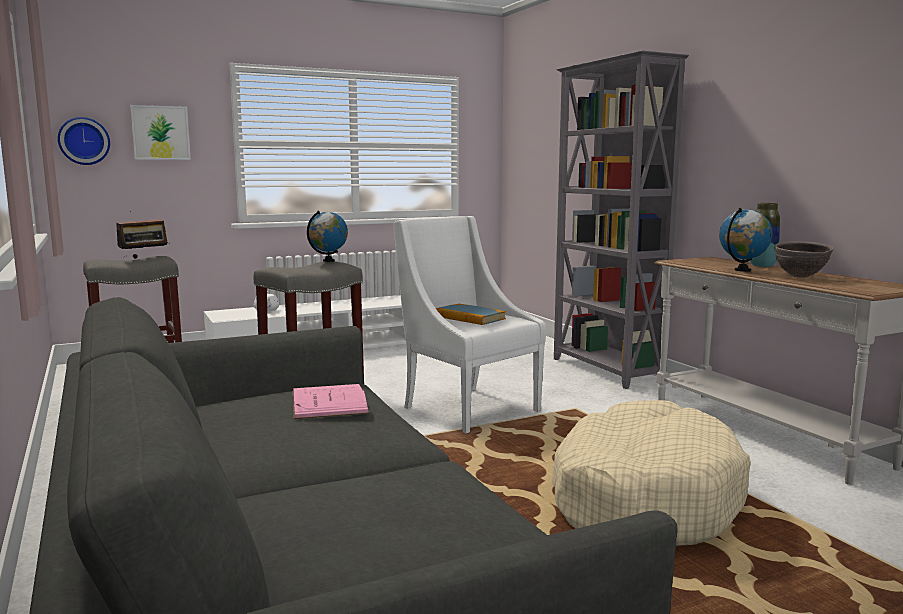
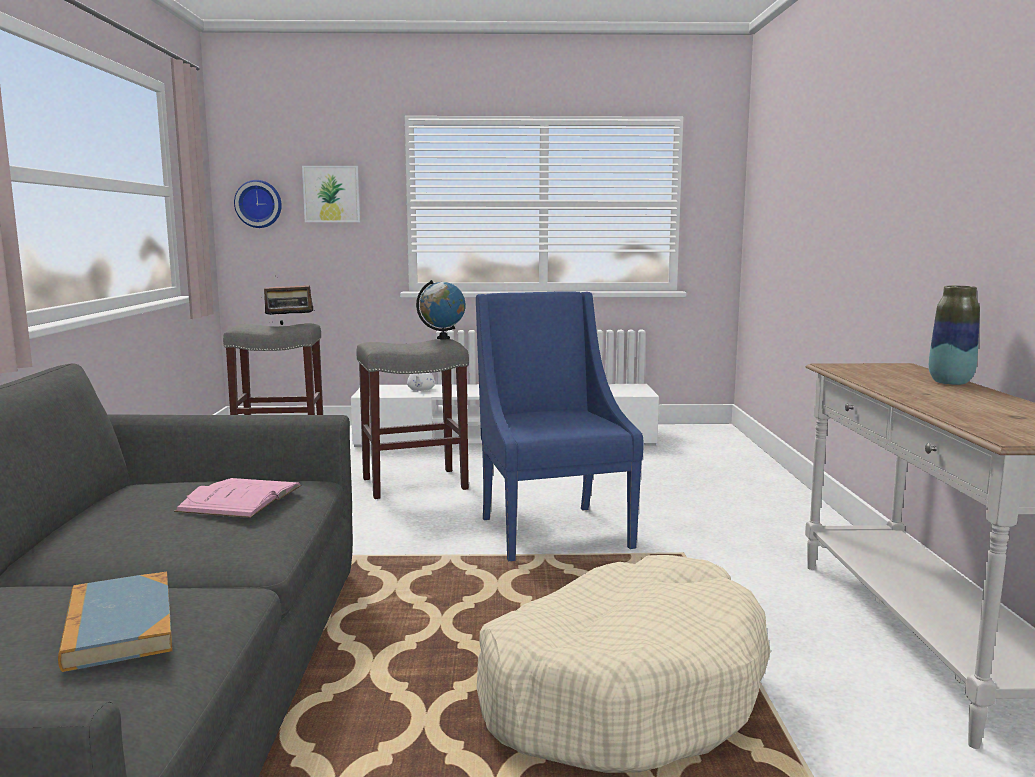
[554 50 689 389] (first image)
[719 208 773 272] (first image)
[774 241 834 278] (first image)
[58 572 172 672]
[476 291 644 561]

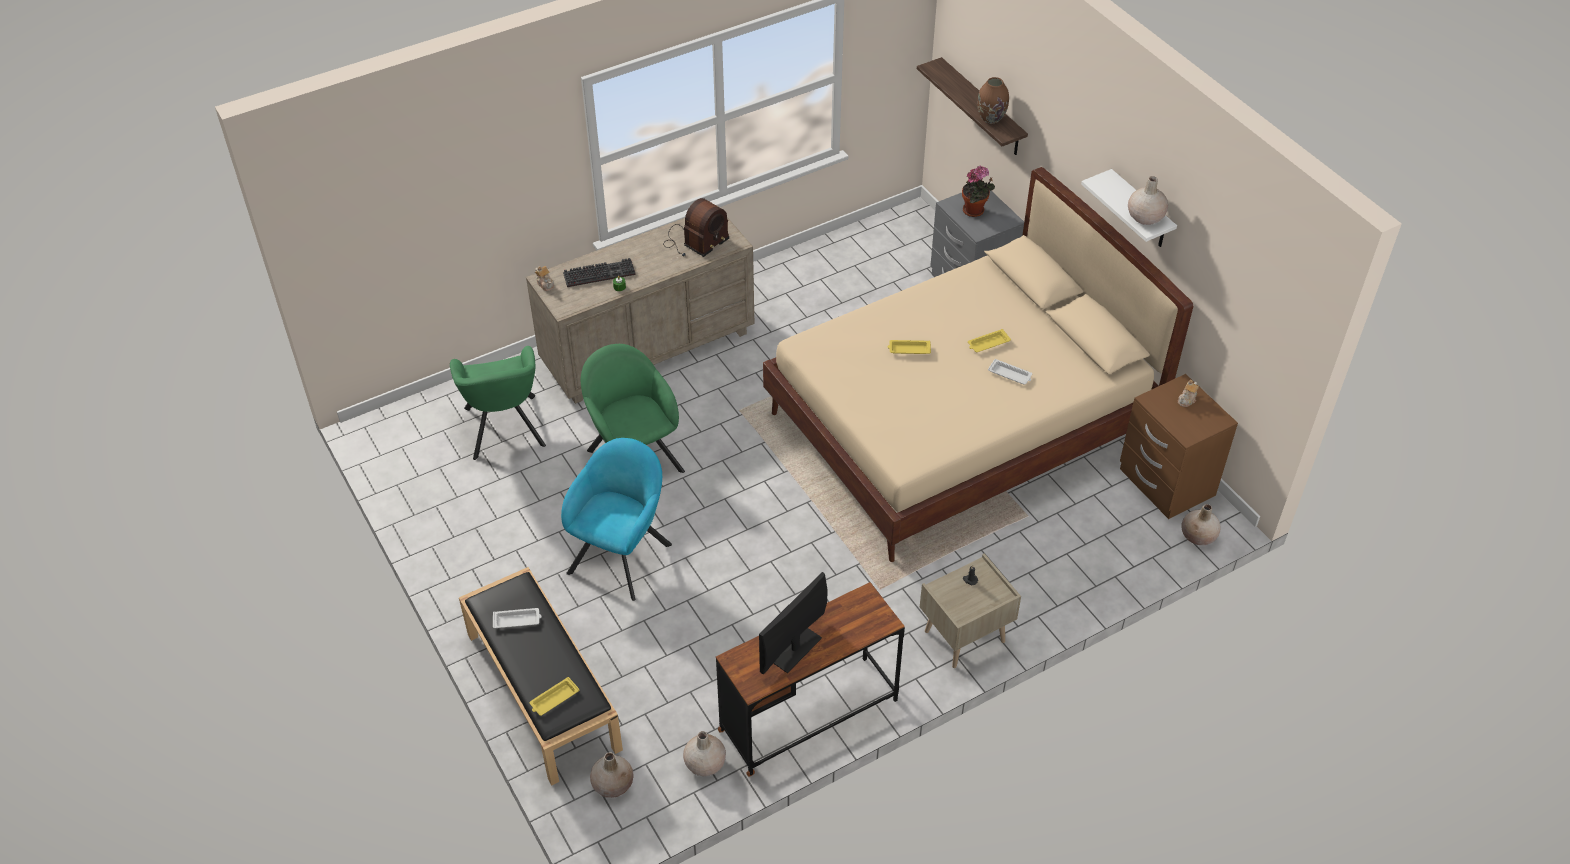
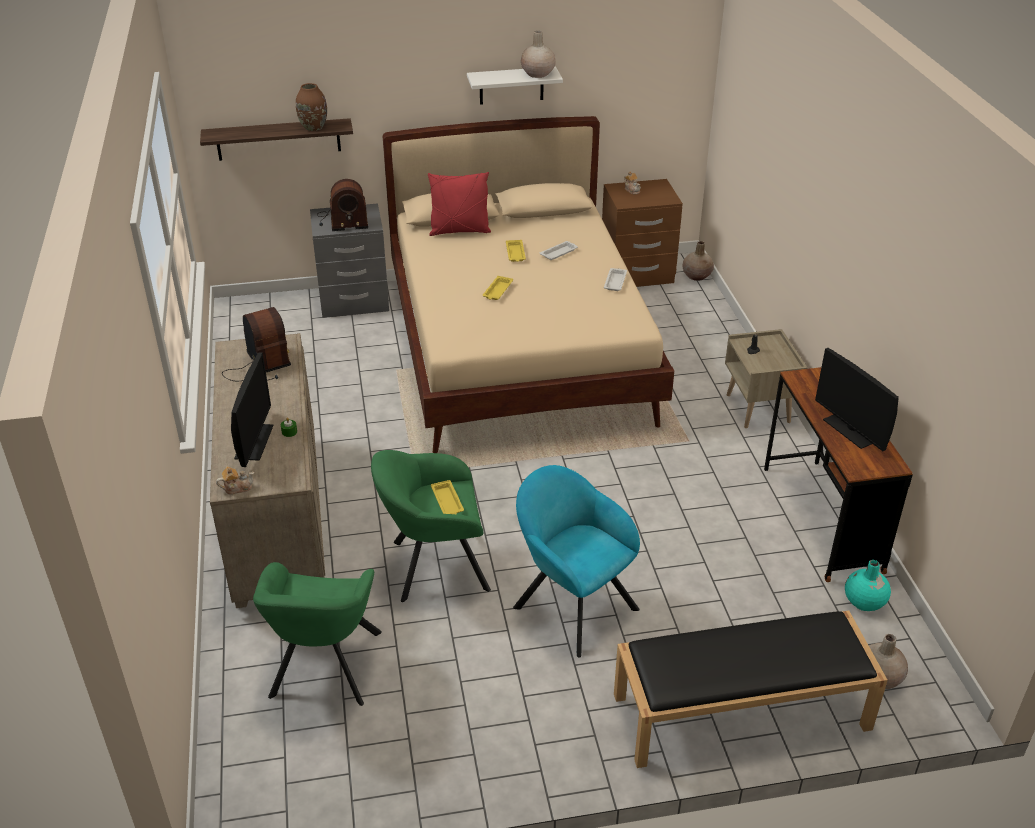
[428 172 491 236]
[604 268 627 291]
[431 480 464 514]
[231 352 274 467]
[317 179 368 231]
[845 560 891 611]
[253 562 381 706]

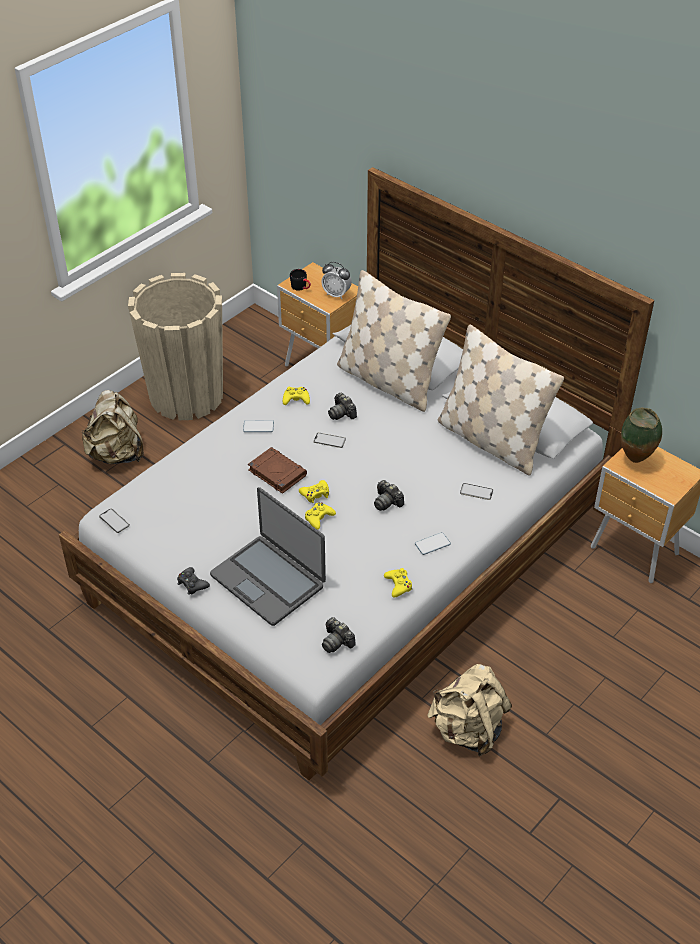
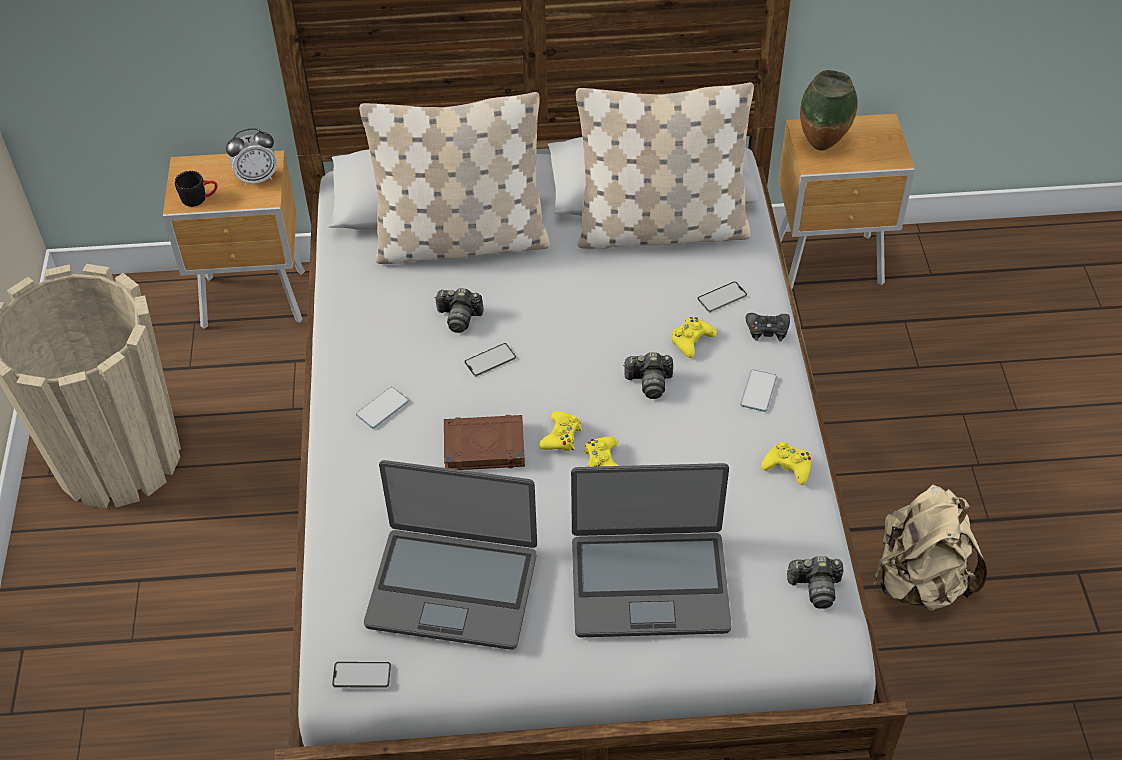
[82 390 144 464] (first image)
[364 460 537 650]
[746 313 790 341]
[671 317 717 358]

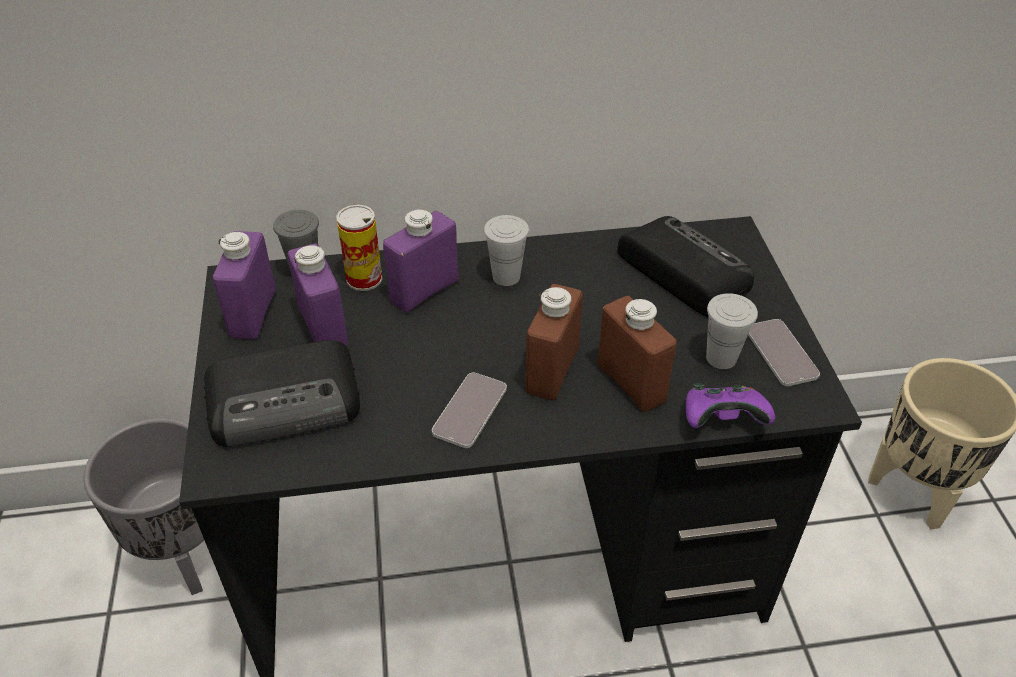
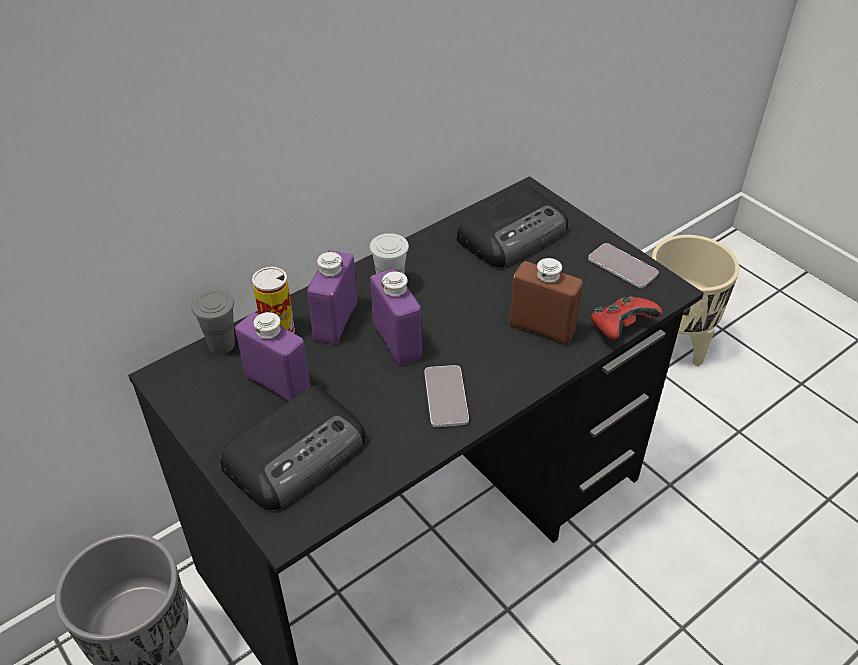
[525 284 583 400] (first image)
[706 293 758 369] (first image)
[370 269 422 366]
[590 296 663 339]
[457 185 568 267]

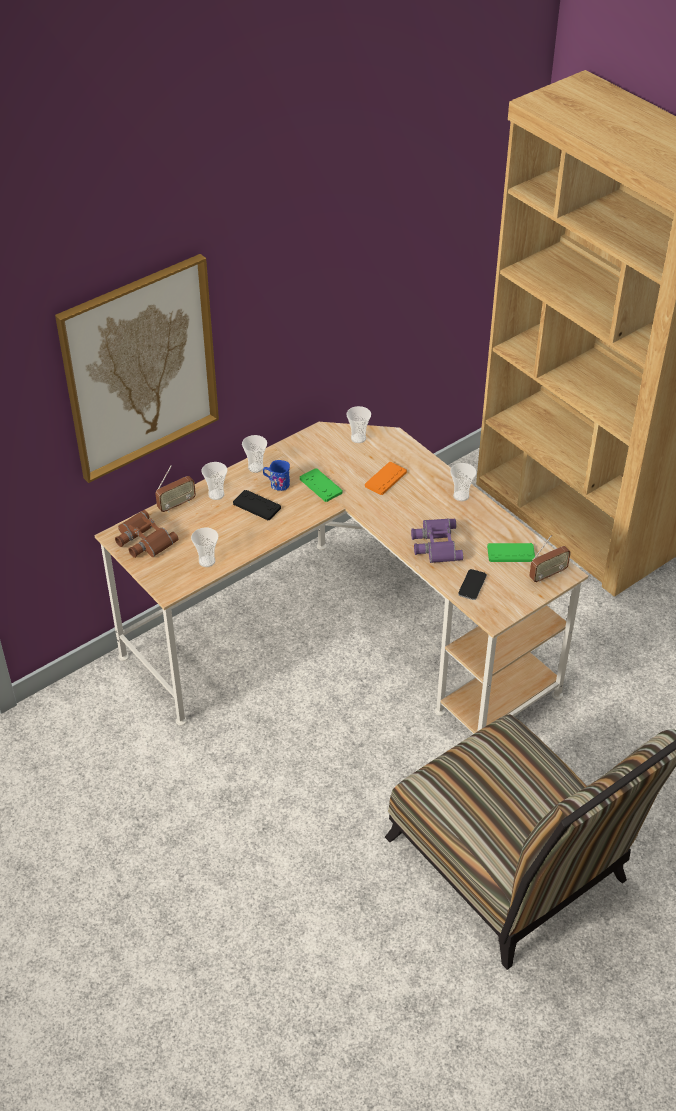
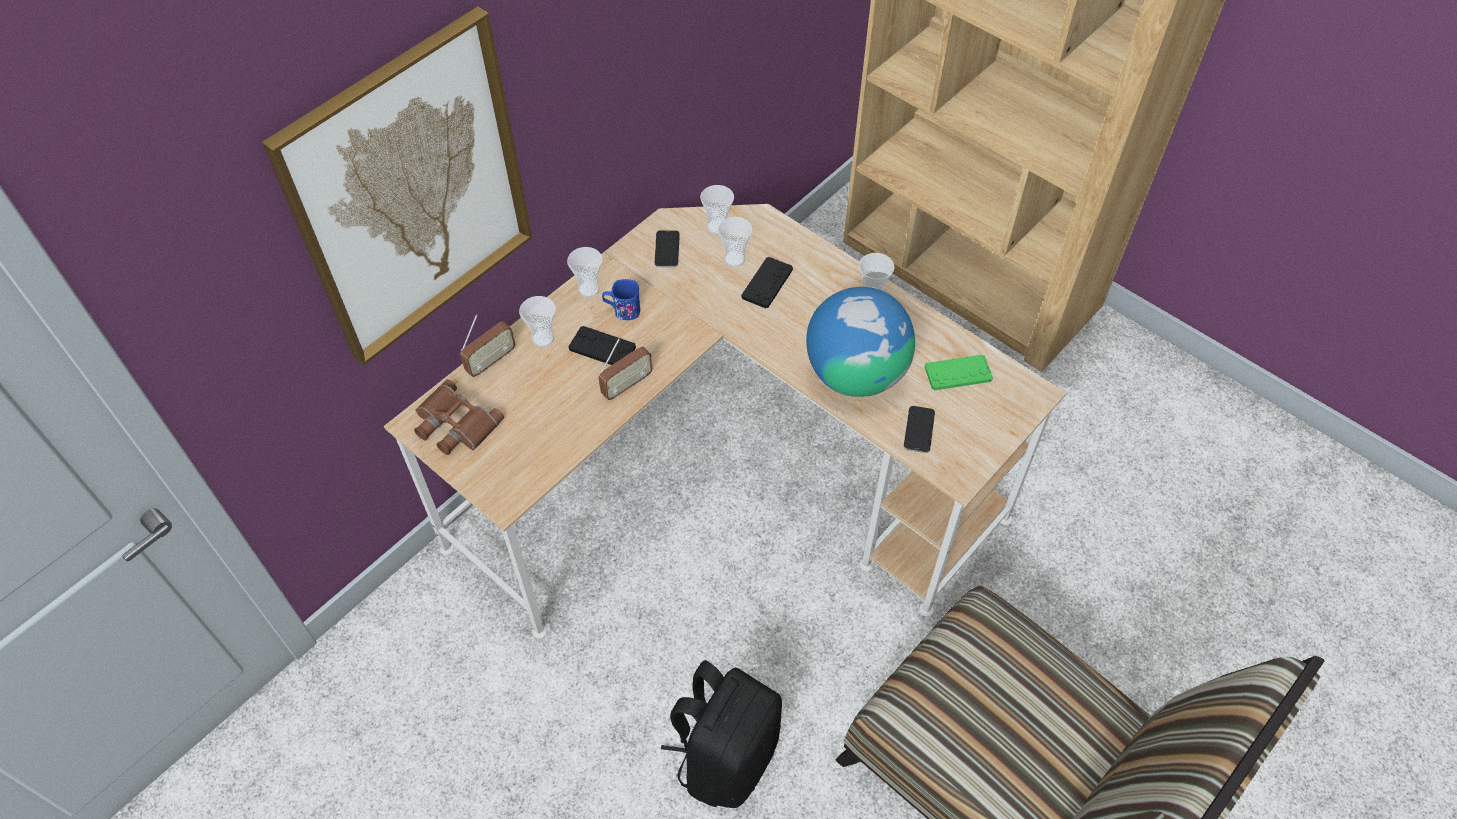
[300 468 343 502] (first image)
[654 230 680 267]
[661 660 782 808]
[718 217 752 267]
[598 338 652 400]
[806 287 915 397]
[742 257 793 308]

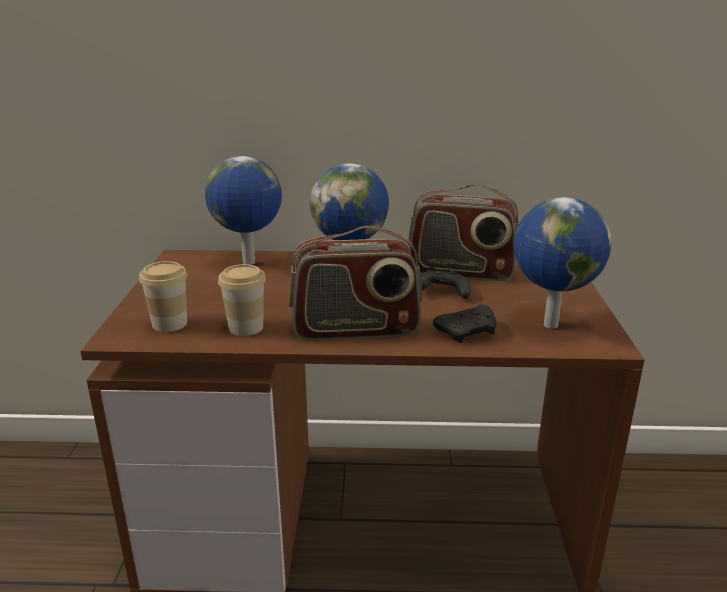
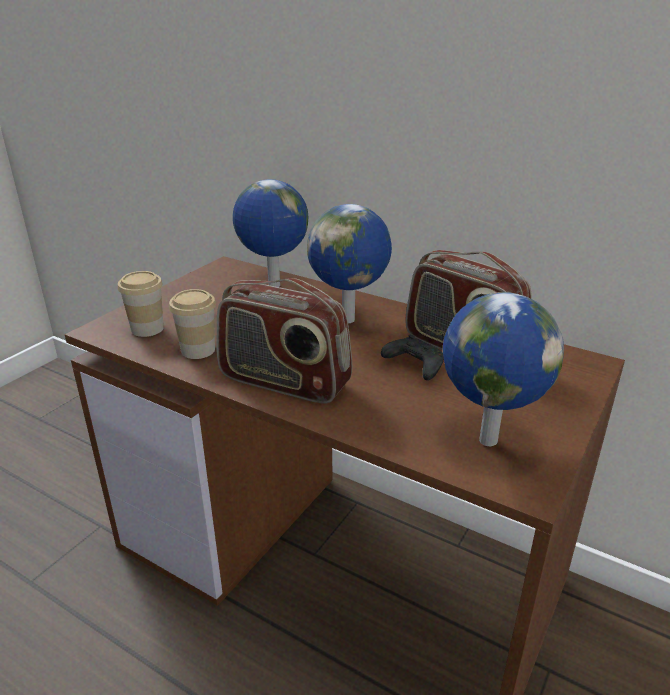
[433 304 497 343] (first image)

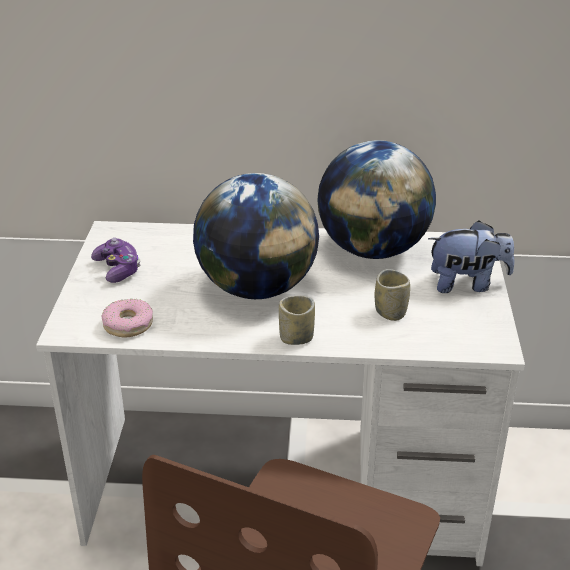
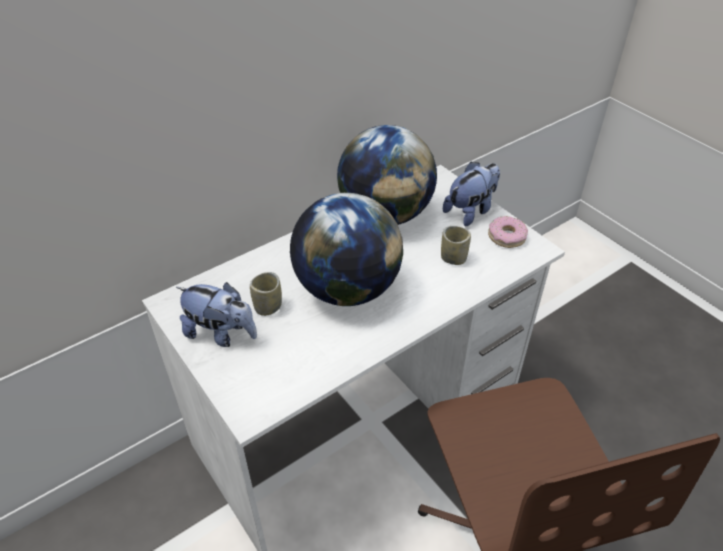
[488 216 528 248]
[250 272 282 316]
[176 282 257 347]

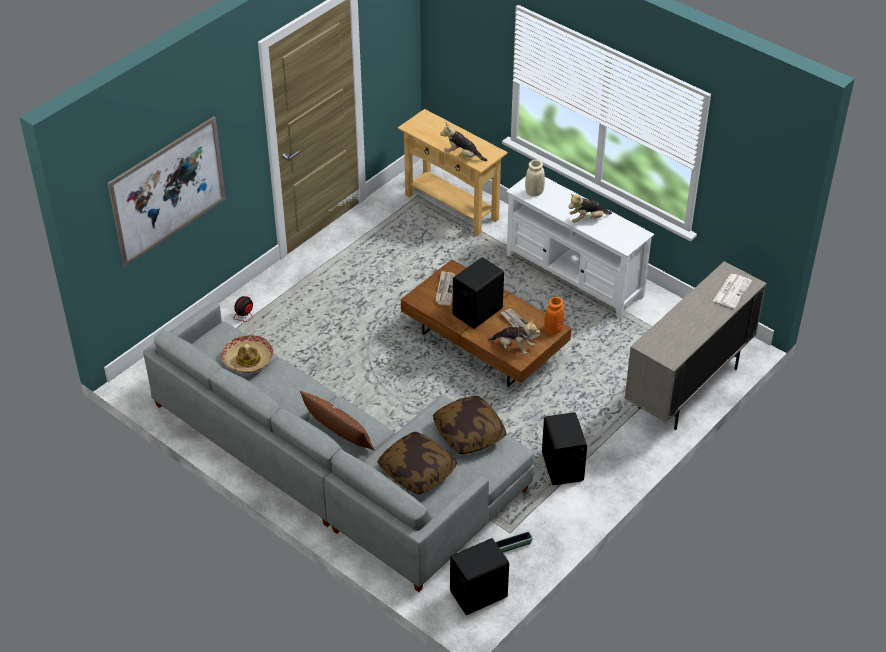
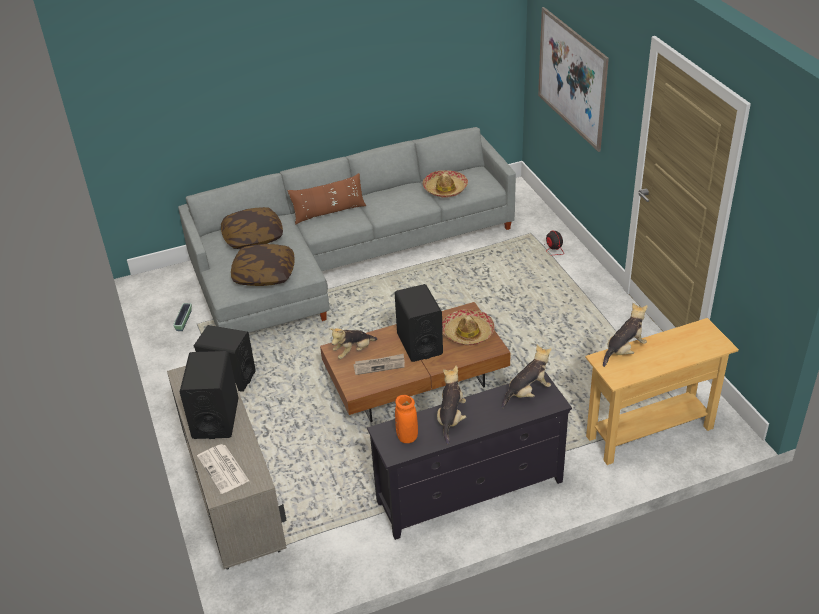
[180 351 238 439]
[395 395 418 443]
[442 309 495 346]
[502 345 551 408]
[367 372 572 540]

